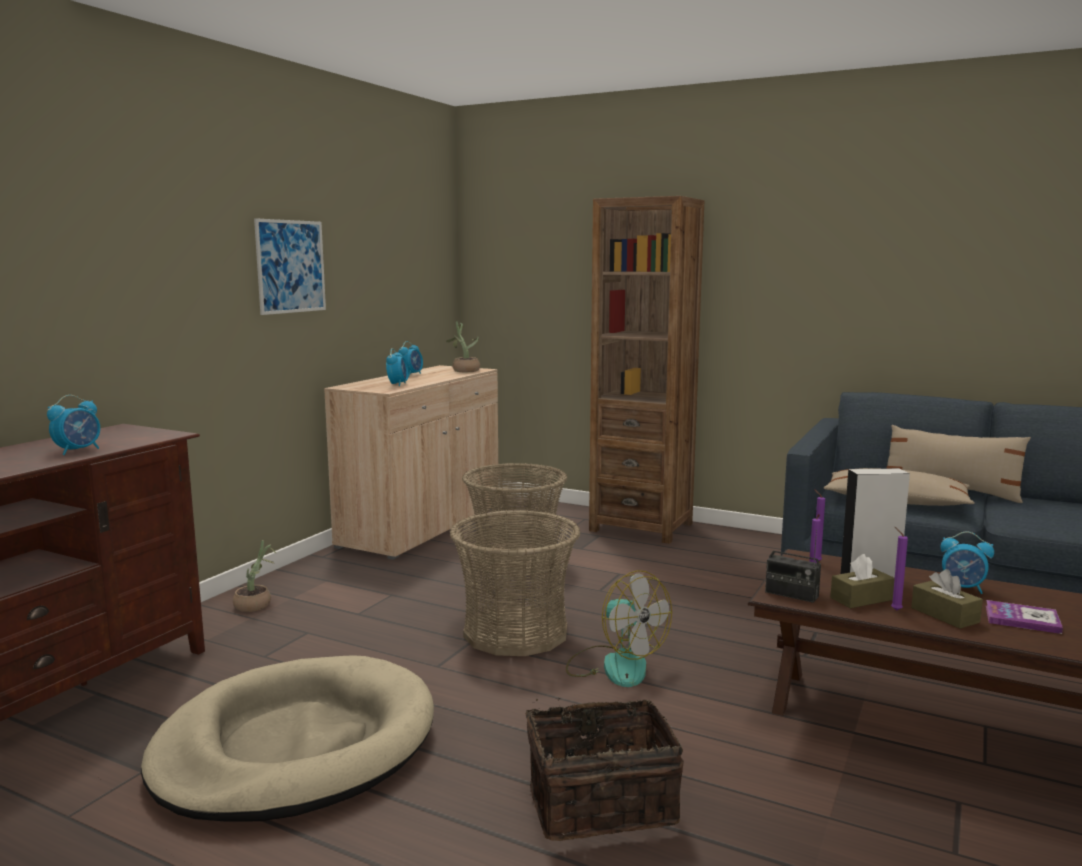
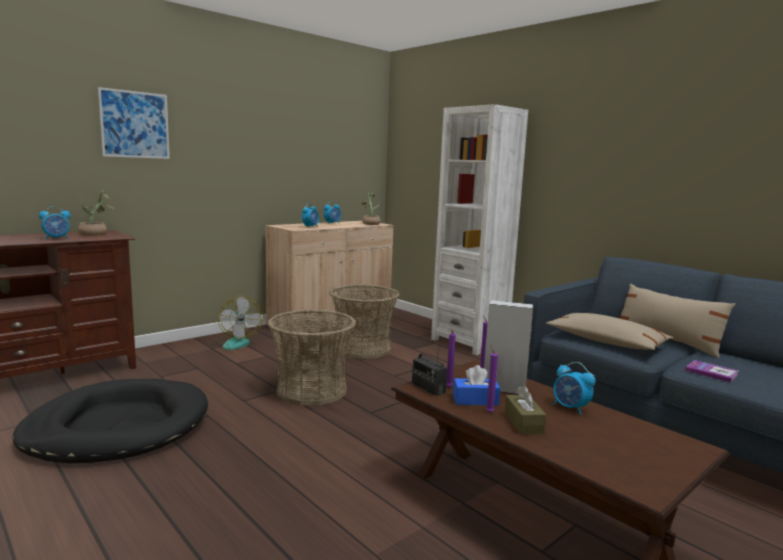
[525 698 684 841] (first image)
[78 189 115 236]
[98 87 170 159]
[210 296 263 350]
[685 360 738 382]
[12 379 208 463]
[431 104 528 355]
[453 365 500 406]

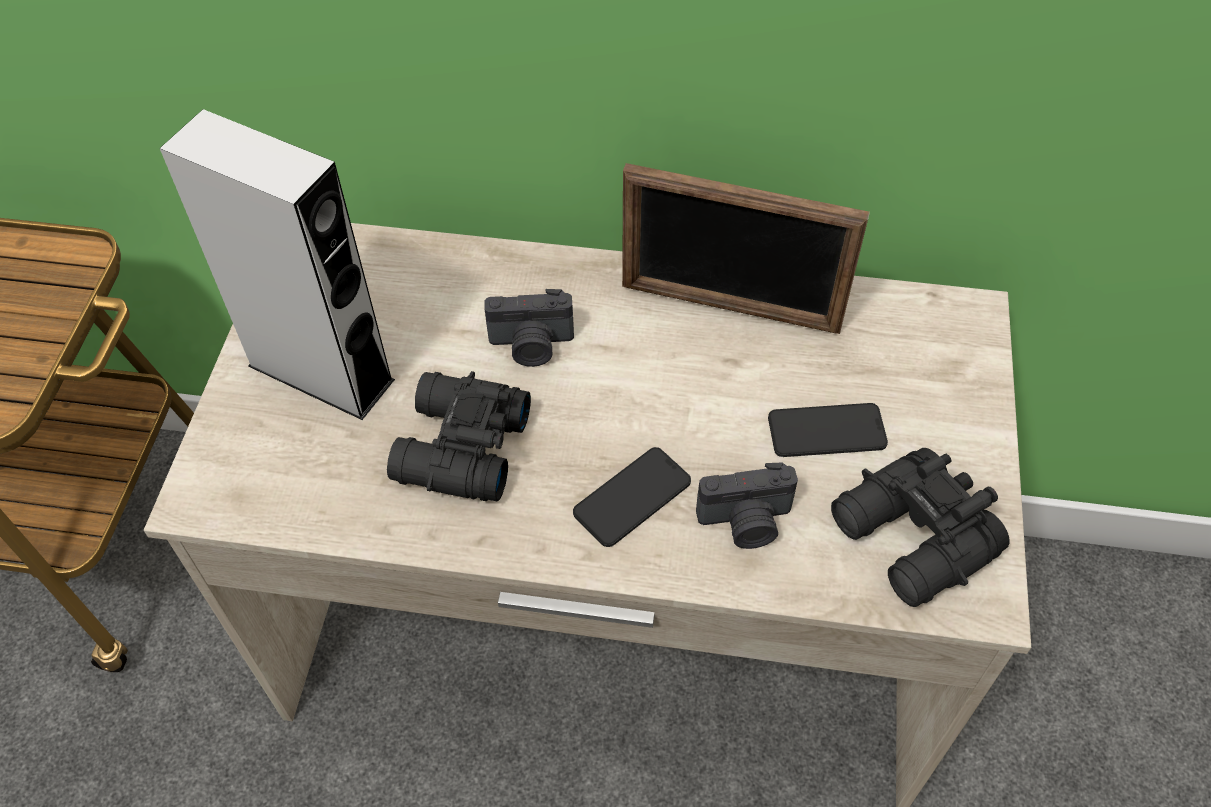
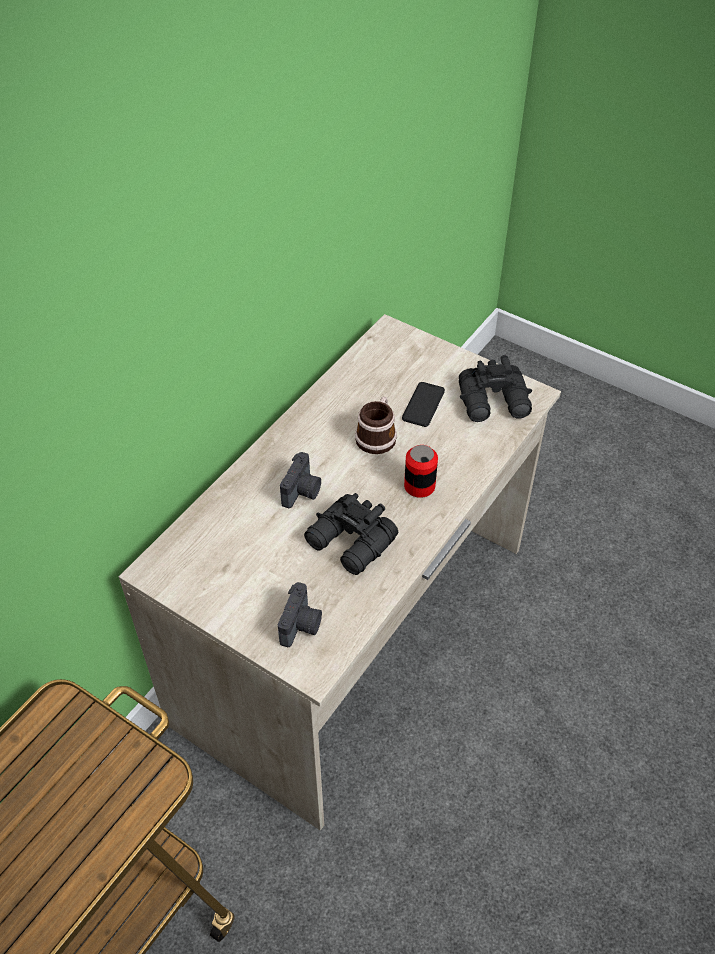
[160 109 395 420] (first image)
[622 163 870 334] (first image)
[355 397 397 454]
[278 582 322 647]
[404 445 438 498]

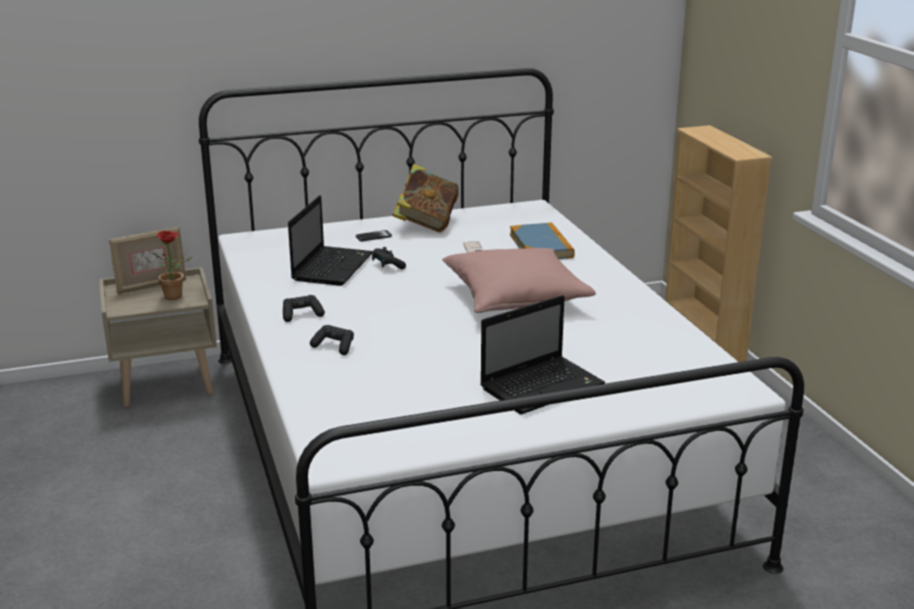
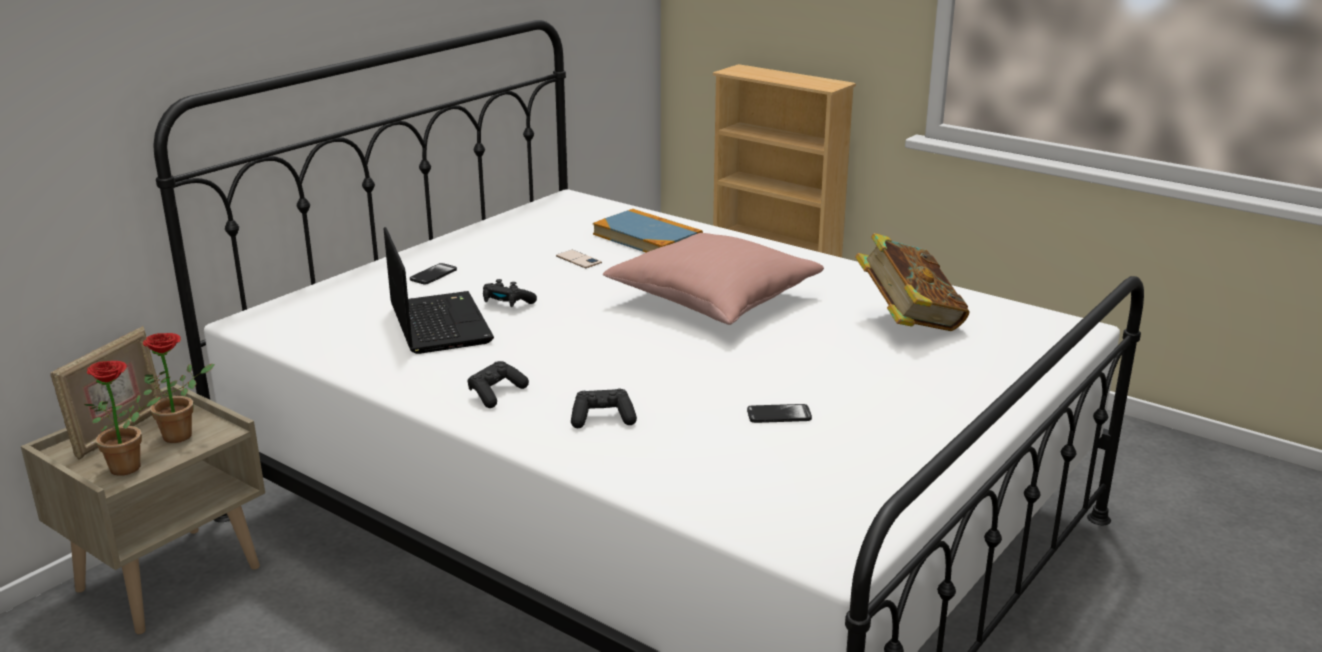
[480 295 605 414] (first image)
[84 361 161 476]
[747 404 812 423]
[855 233 970 331]

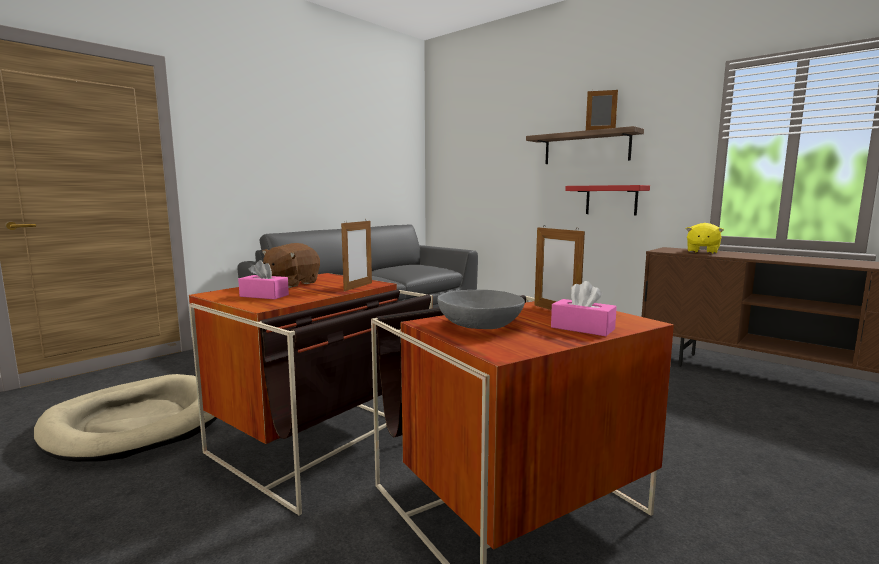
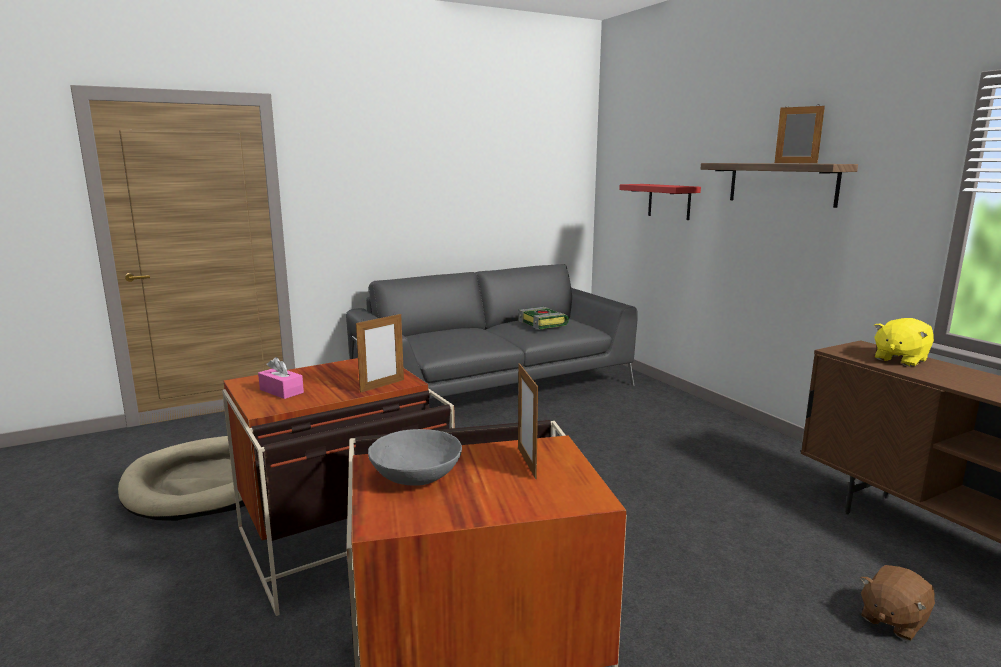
[551 281 617 336] (first image)
[518 307 569 329]
[860 565 935 641]
[619 184 701 220]

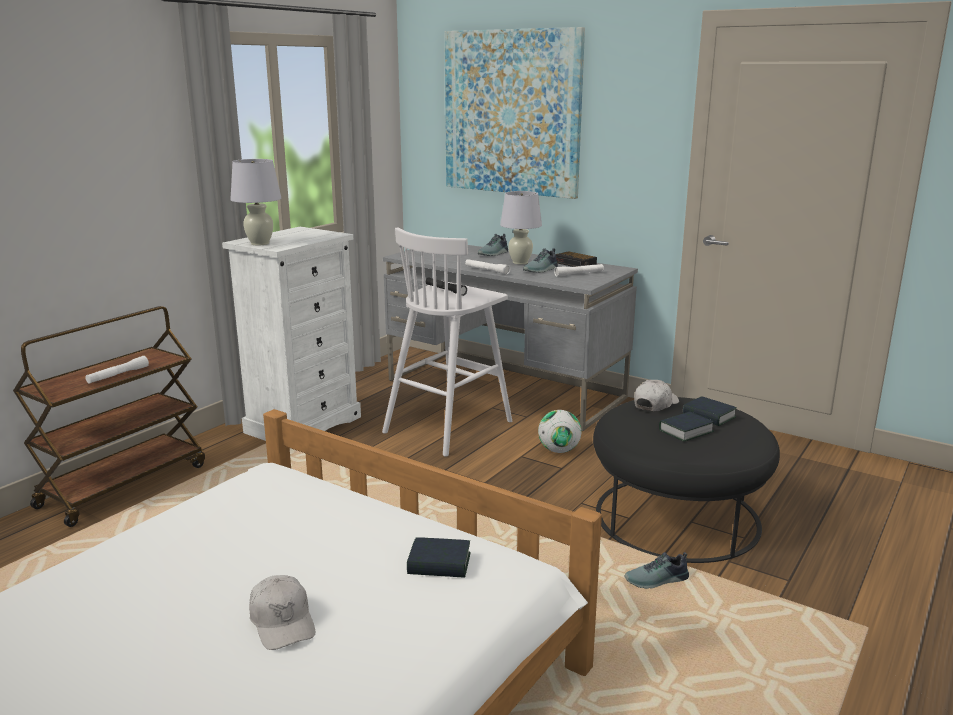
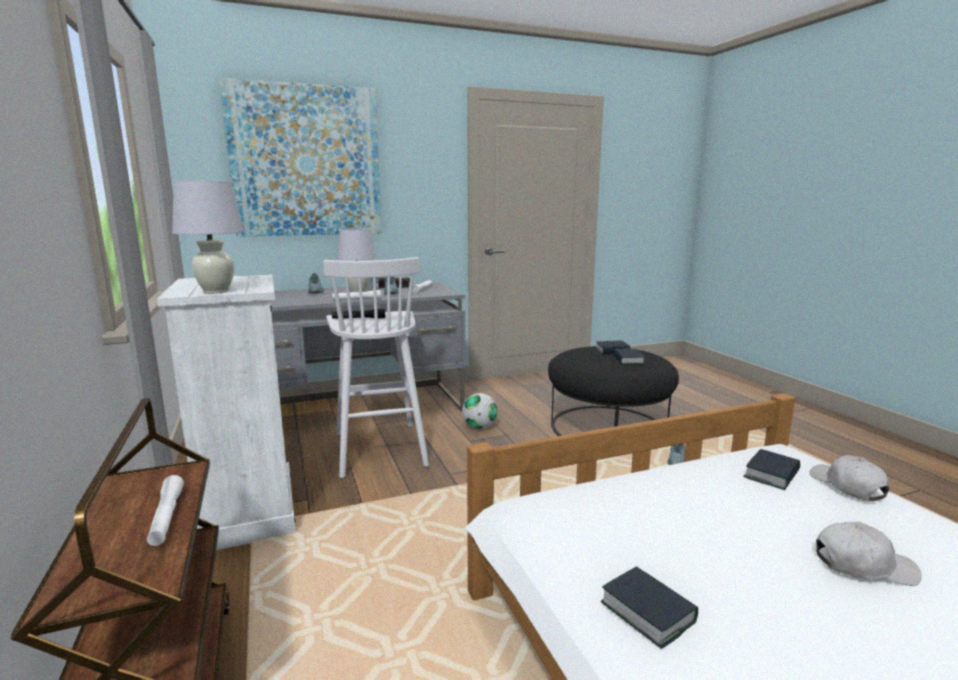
[601 566 698 649]
[810 455 889 502]

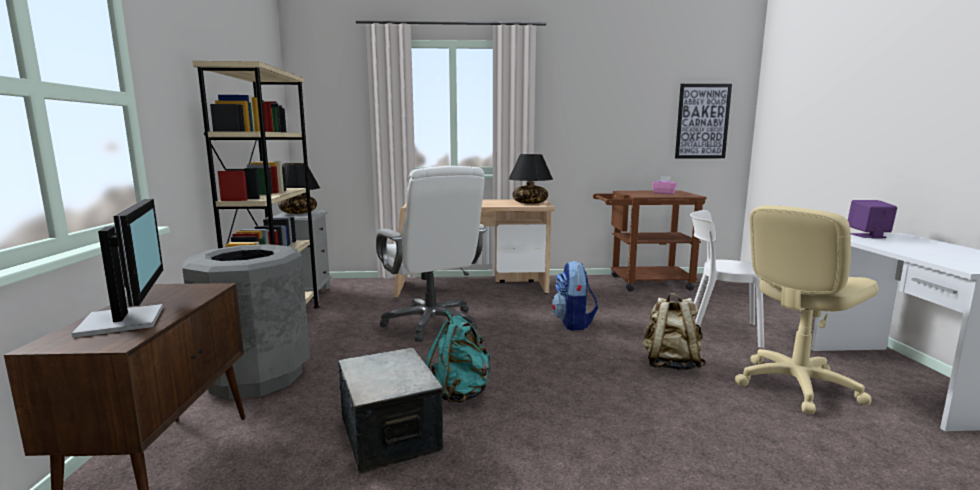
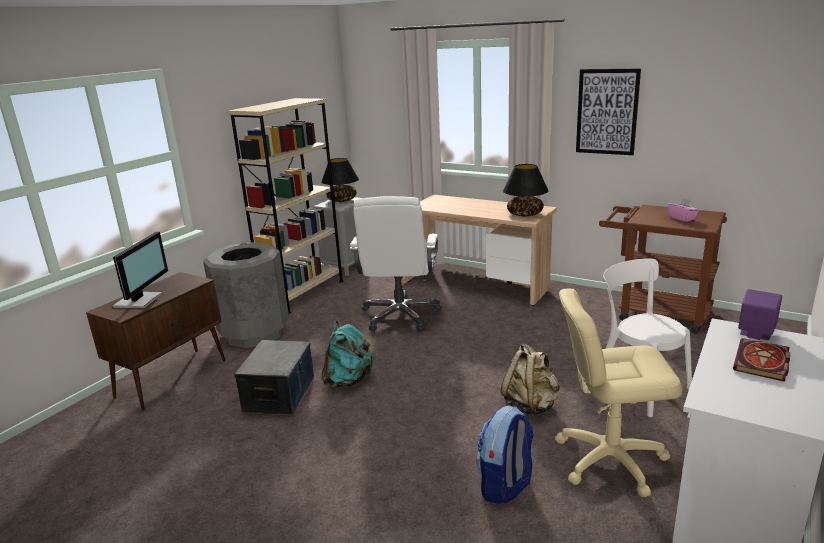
[733 338 790 382]
[476 406 534 504]
[576 69 641 155]

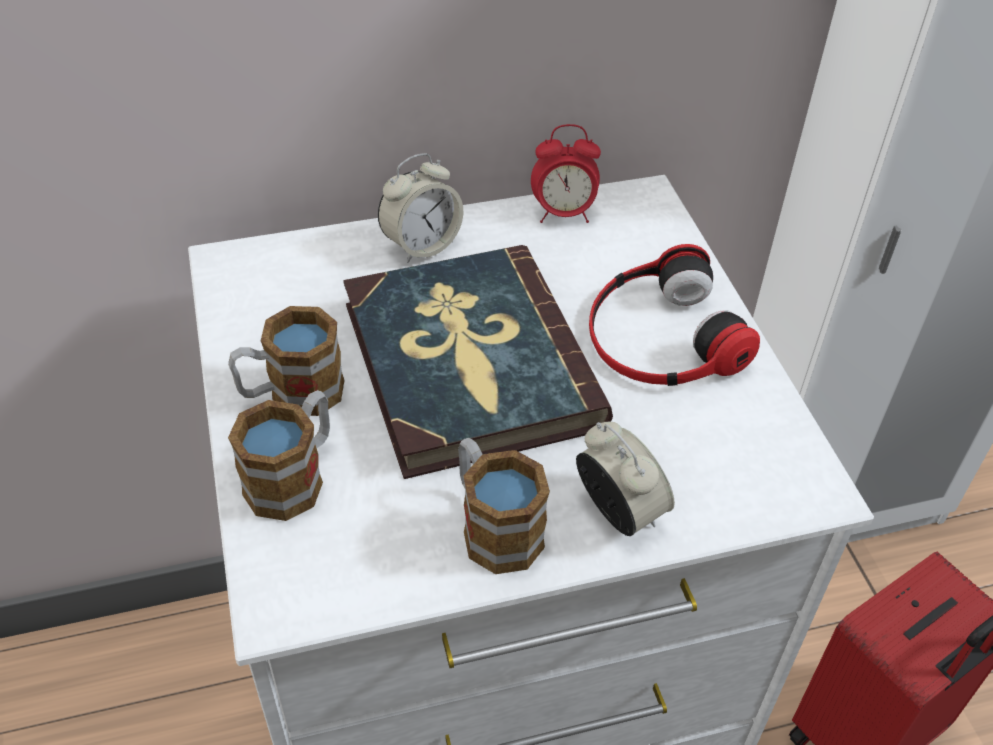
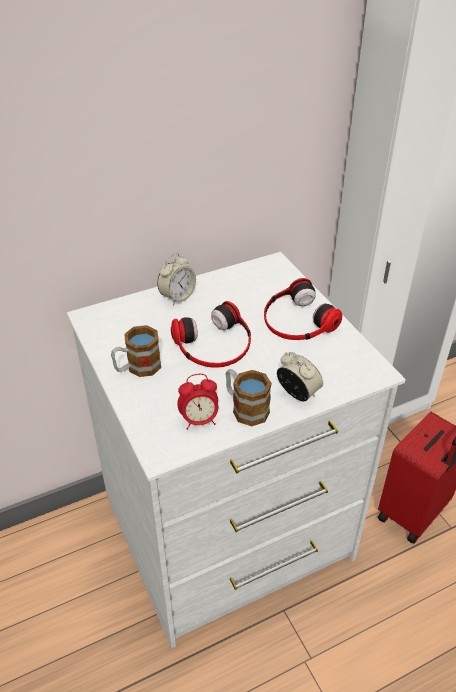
[228 390 330 521] (first image)
[177 374 218 430]
[171 301 251 368]

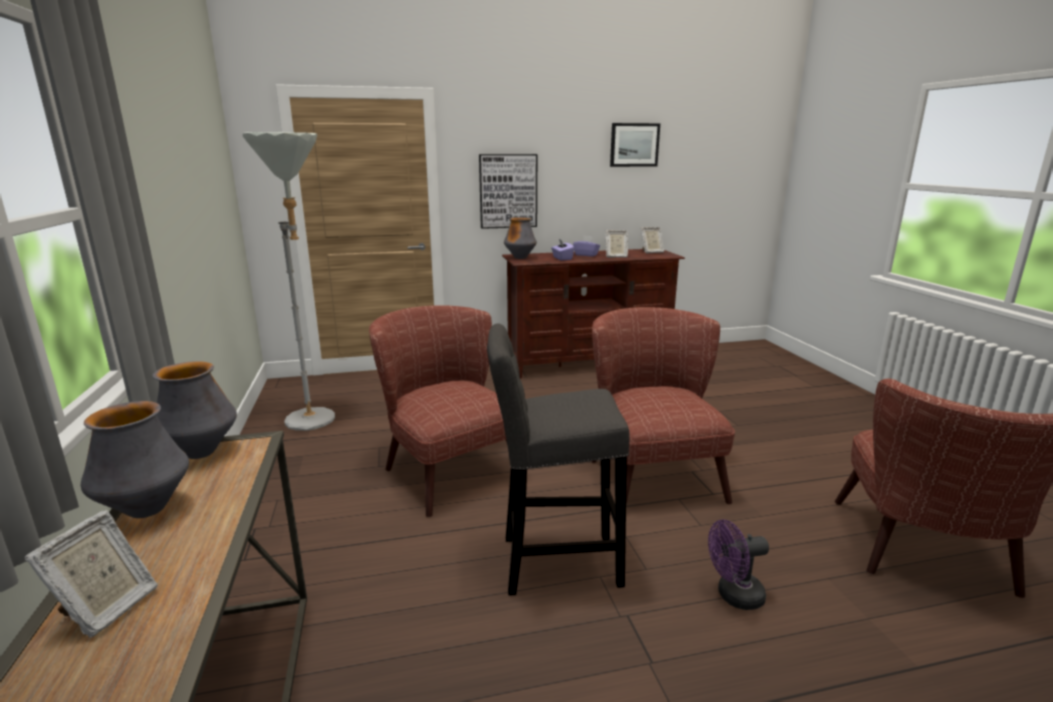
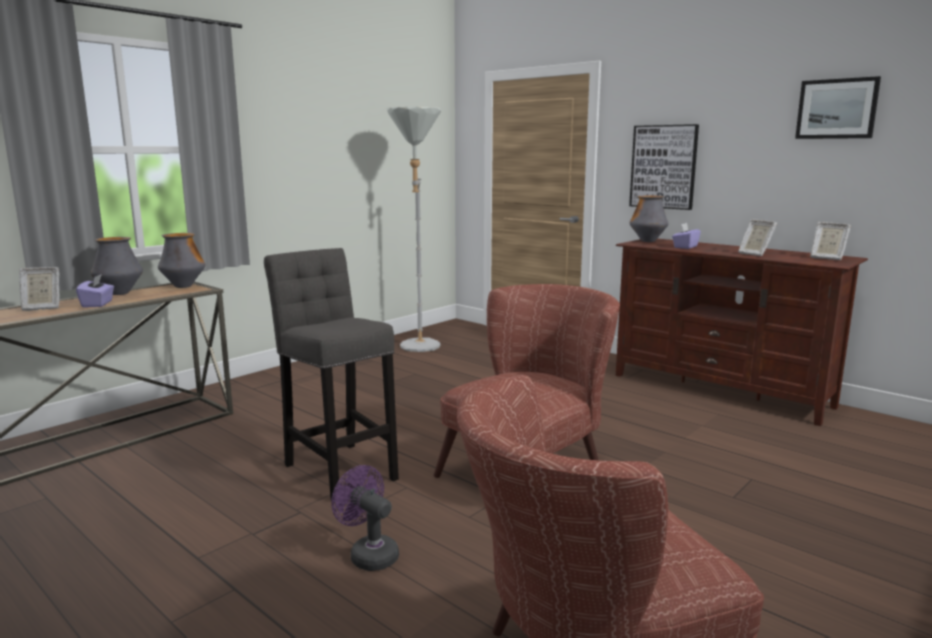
[369 305 507 517] (first image)
[76 274 114 308]

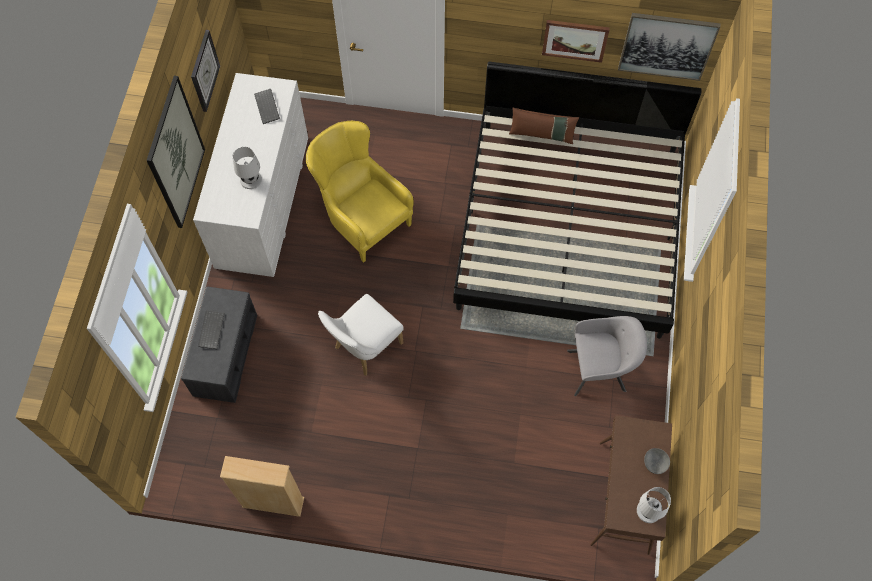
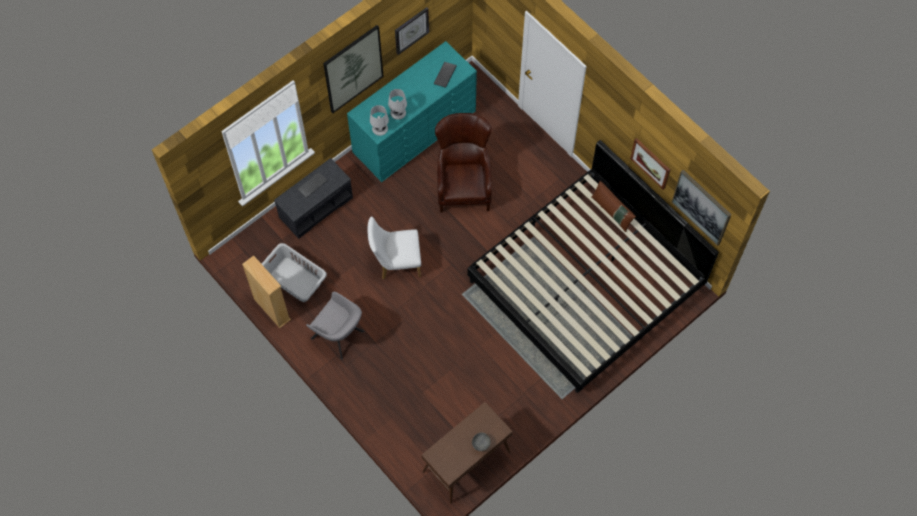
[262 243 327 302]
[306 292 365 360]
[370 105 389 136]
[347 41 477 182]
[435 113 492 212]

